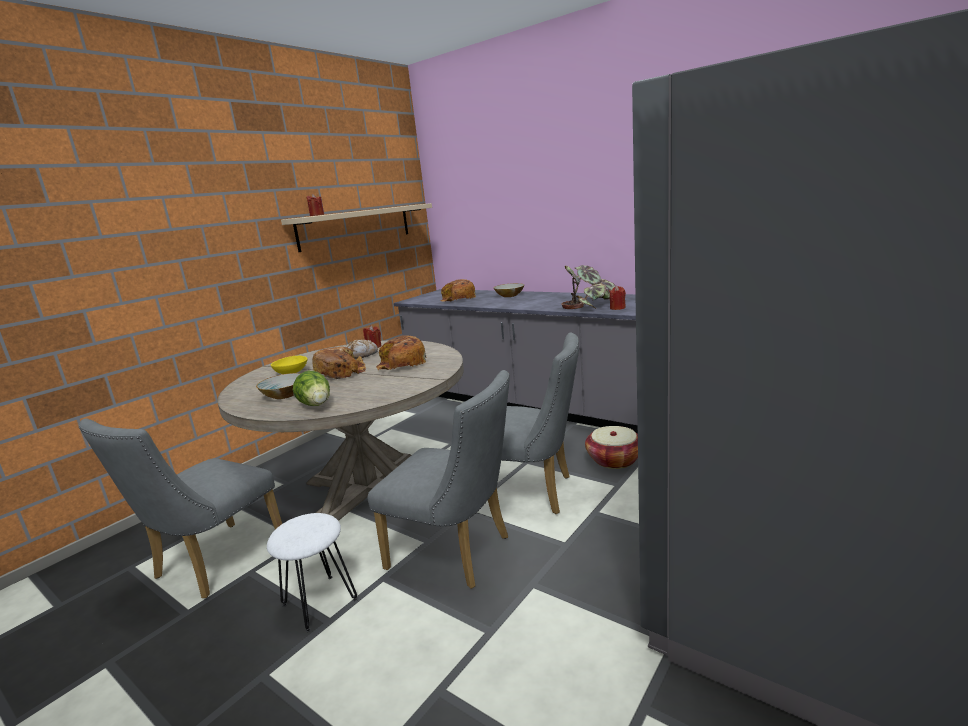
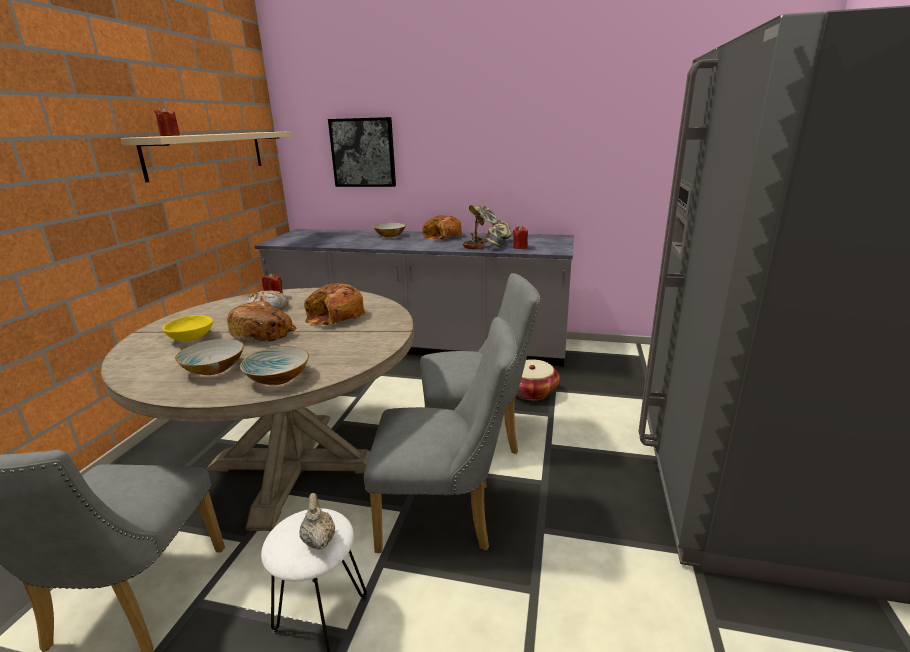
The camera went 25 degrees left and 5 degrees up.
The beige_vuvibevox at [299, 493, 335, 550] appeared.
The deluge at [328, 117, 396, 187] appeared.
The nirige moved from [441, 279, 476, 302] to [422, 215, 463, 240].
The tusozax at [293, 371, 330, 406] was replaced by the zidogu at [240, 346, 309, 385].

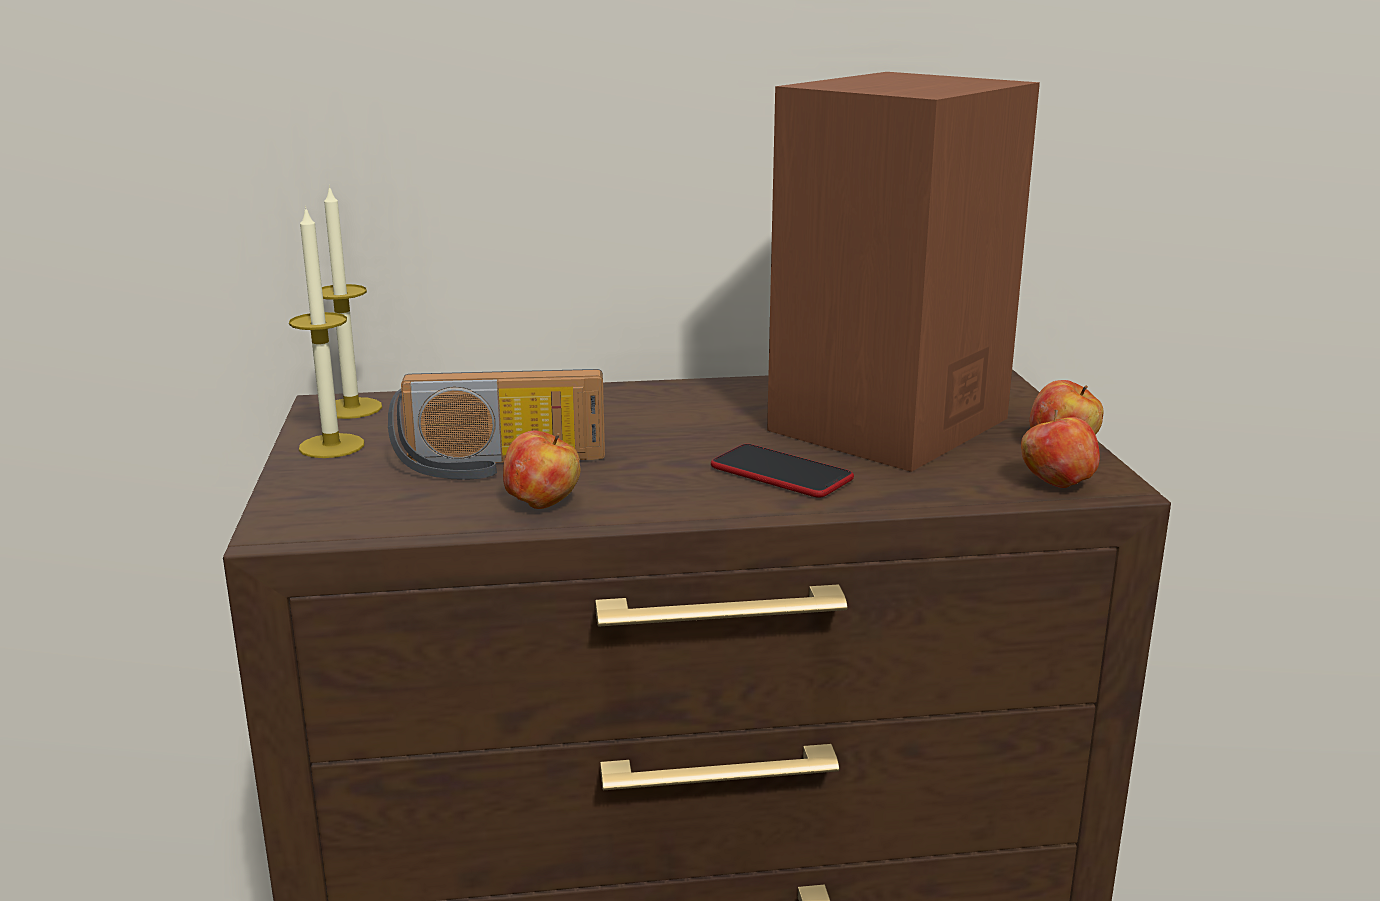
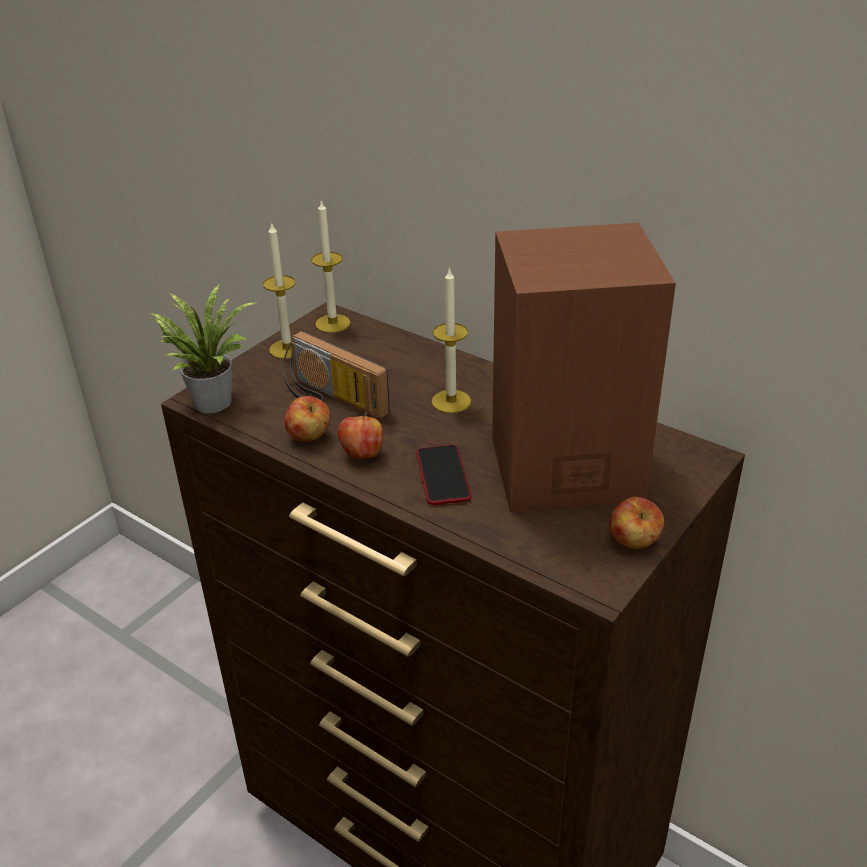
The camera went 45 degrees right and 15 degrees up.
The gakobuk at [149, 284, 257, 413] appeared.
The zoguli at [431, 267, 471, 413] appeared.
The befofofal moved from [1021, 410, 1100, 488] to [338, 412, 383, 459].

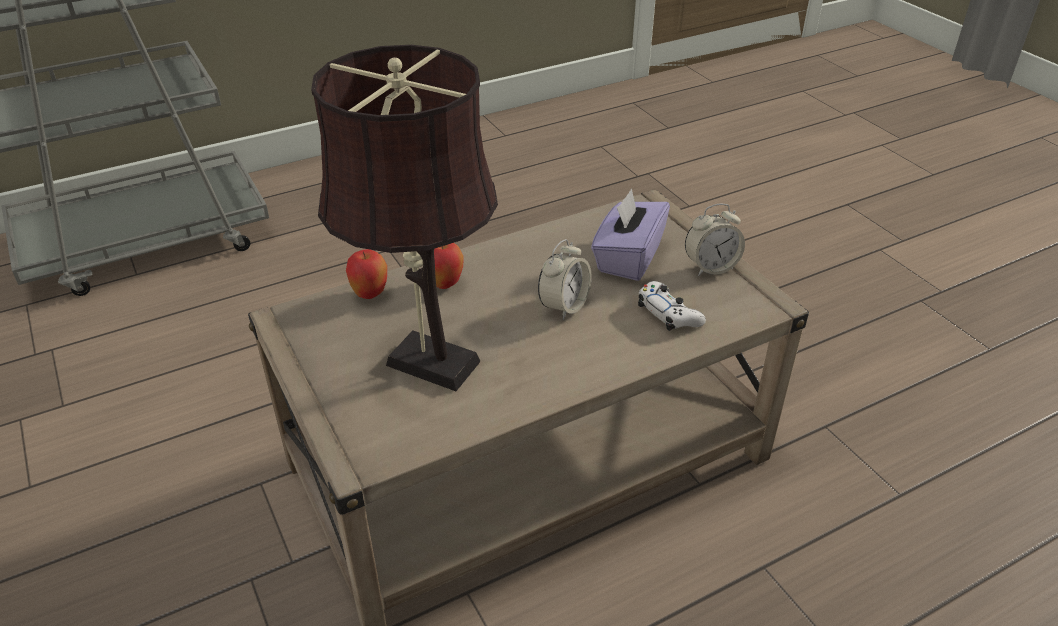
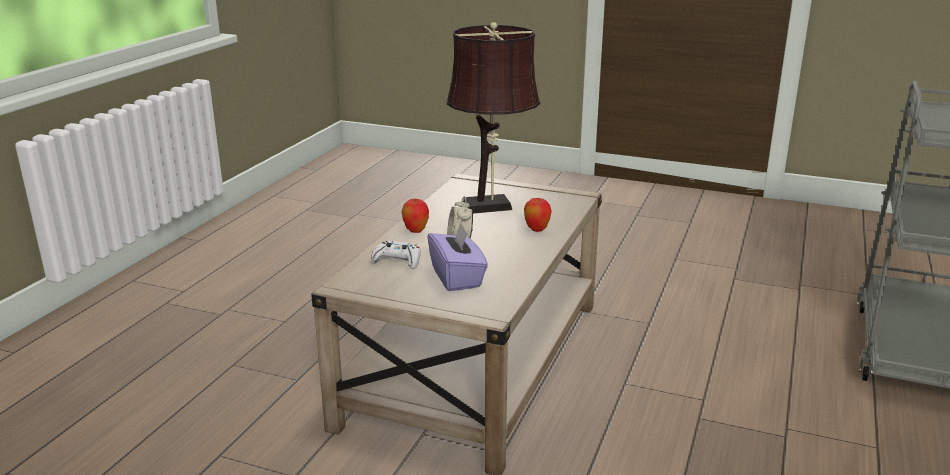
The camera went 140 degrees right and 15 degrees down.
The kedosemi at [685, 204, 745, 276] disappeared.
The befofofal moved from [346, 249, 387, 299] to [401, 199, 429, 233].

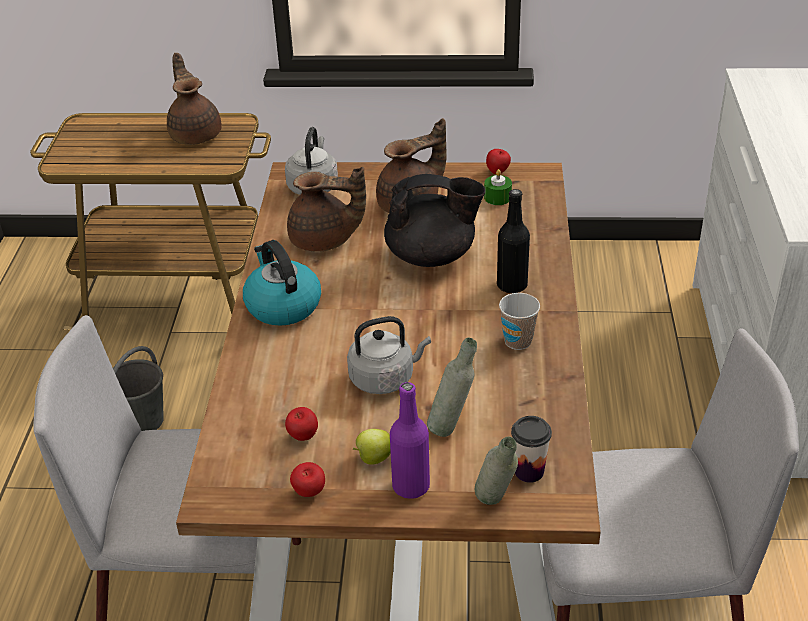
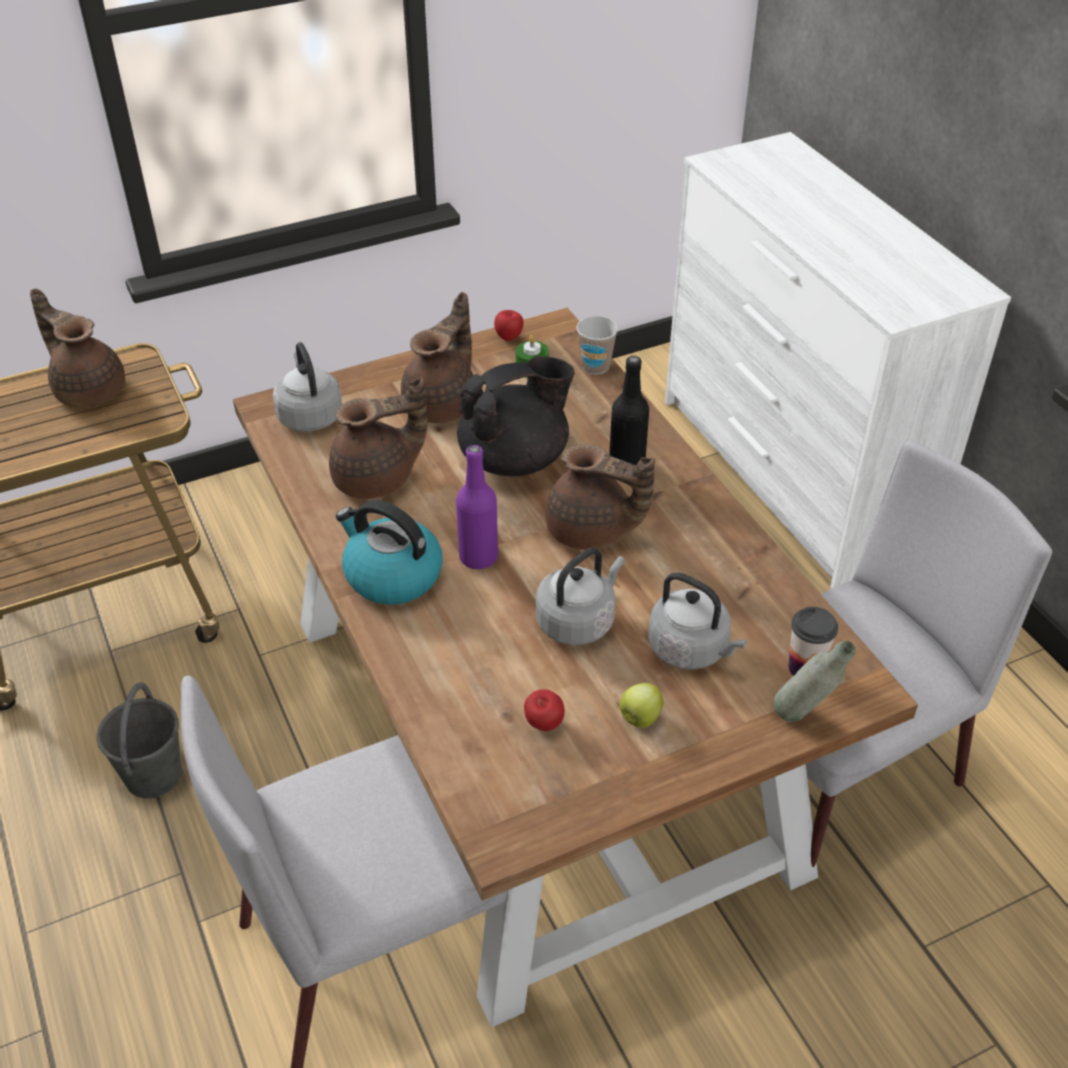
The camera went 30 degrees left and 5 degrees up.
The befofofal at [290, 462, 325, 497] disappeared.
The brown_vuvibevox at [546, 443, 655, 550] appeared.
The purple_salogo moved from [390, 382, 430, 499] to [456, 445, 498, 569].
The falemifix moved from [499, 293, 540, 350] to [577, 316, 618, 375].
The grey_salogo at [427, 338, 477, 437] was replaced by the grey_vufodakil at [648, 572, 747, 670].

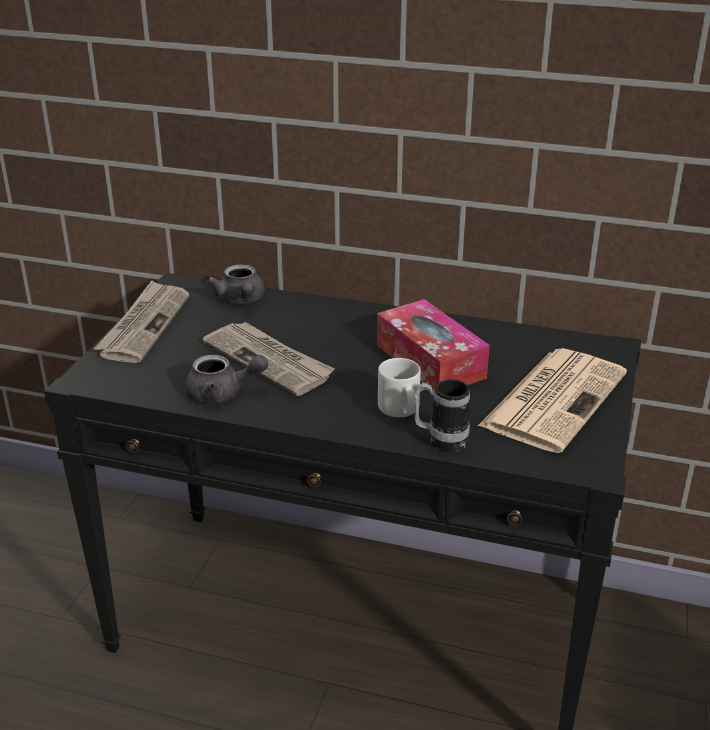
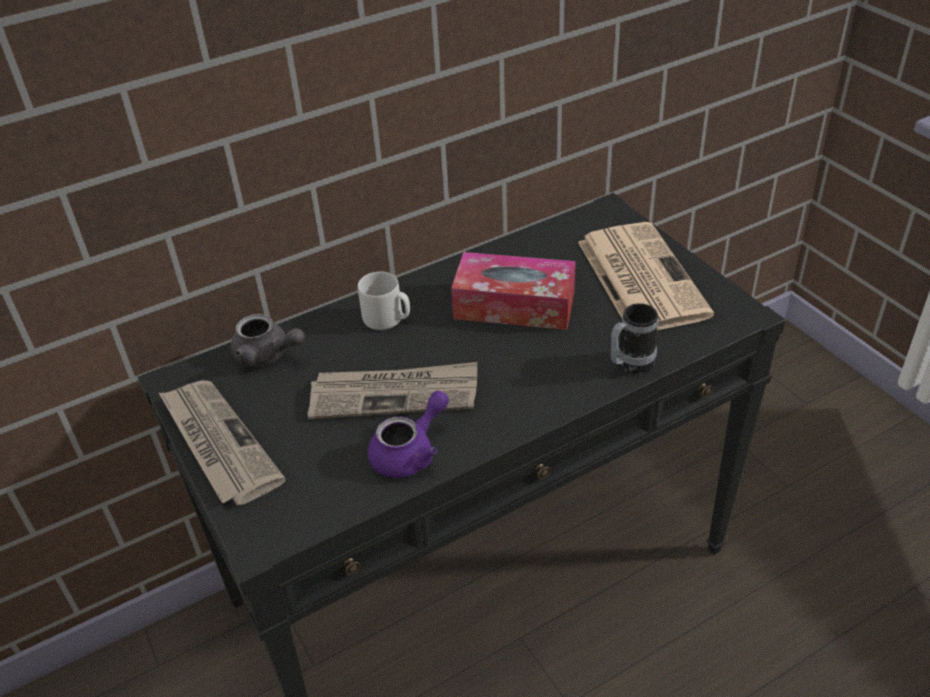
The camera went 45 degrees left and 10 degrees up.
The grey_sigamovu moved from [378, 358, 421, 417] to [358, 272, 410, 330].
The grey_vuvibevox at [185, 355, 268, 403] became the purple_vuvibevox at [368, 391, 449, 478].

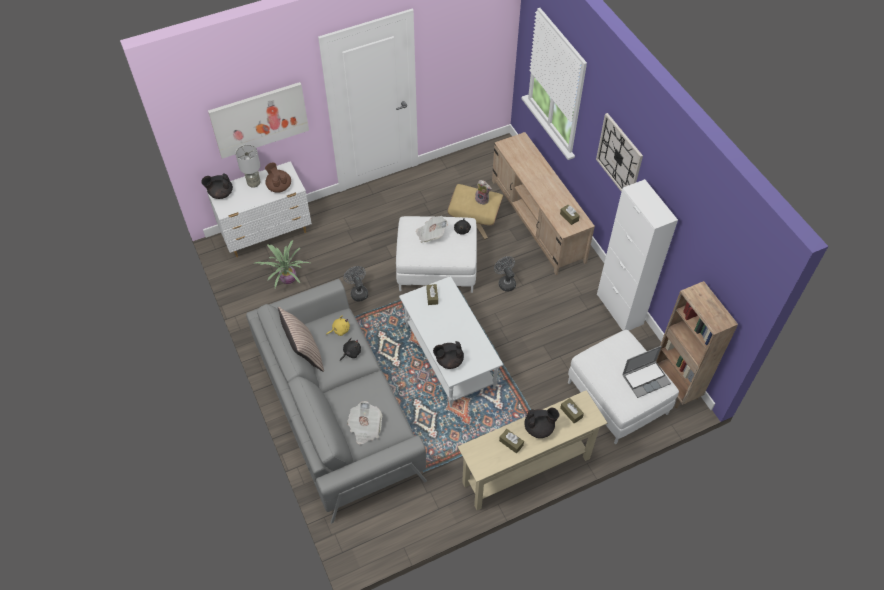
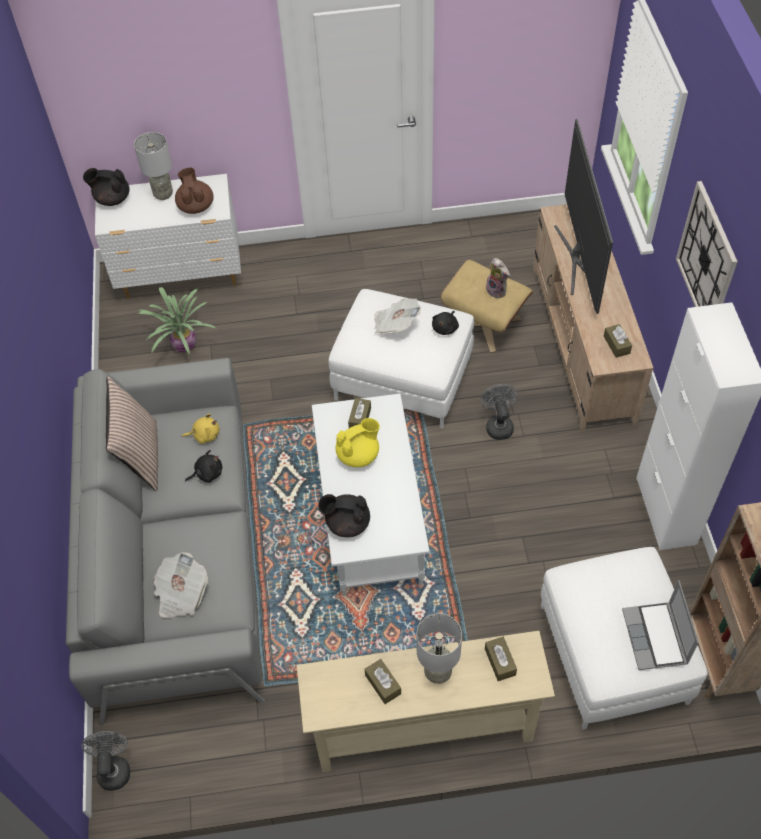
The camera went 20 degrees right and 0 degrees up.
The deluge at [208, 82, 309, 159] disappeared.
The yellow_vuvibevox at [335, 418, 380, 467] appeared.
The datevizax at [554, 119, 613, 314] appeared.
The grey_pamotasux moved from [344, 266, 368, 302] to [82, 731, 130, 791].
The black_vuvibevox at [524, 408, 559, 438] was replaced by the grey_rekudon at [416, 613, 462, 684].
The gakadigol at [622, 346, 671, 398] turned 90 degrees clockwise.

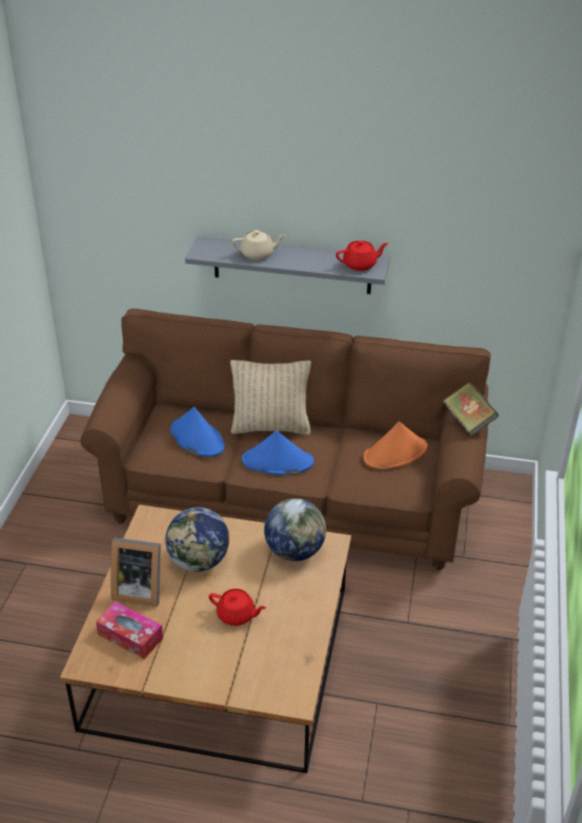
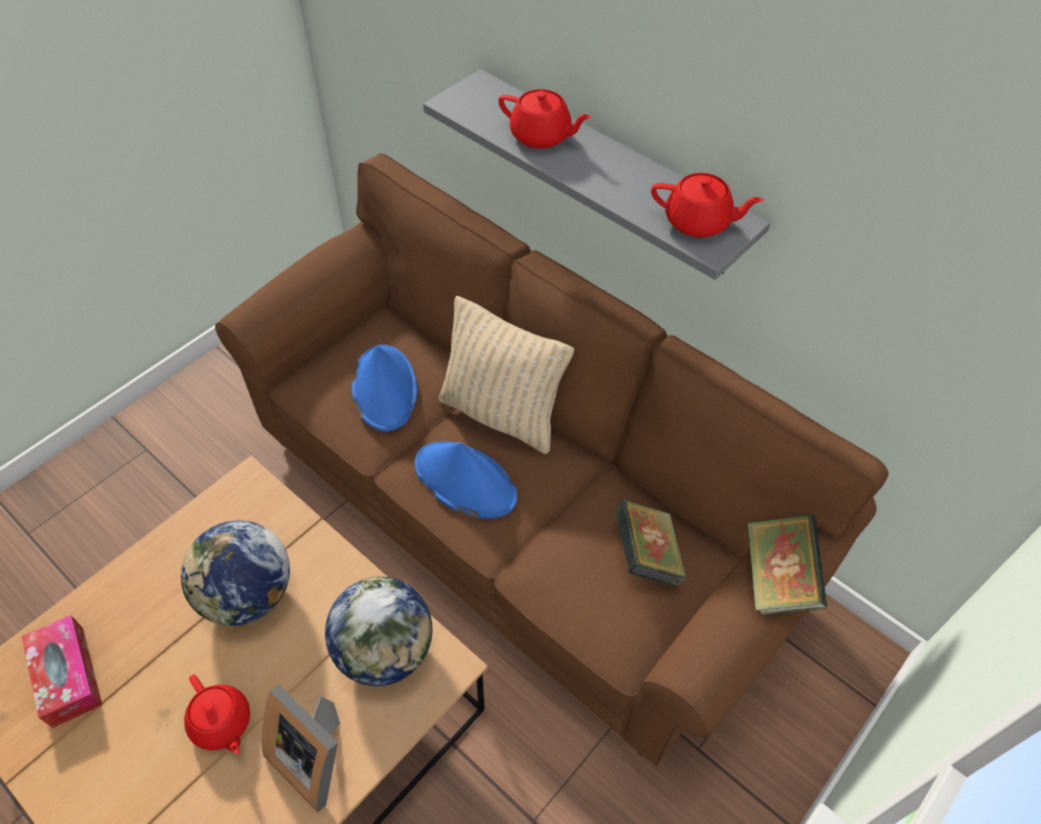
The camera went 30 degrees right and 15 degrees up.
The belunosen moved from [111, 537, 161, 607] to [262, 685, 340, 813].
The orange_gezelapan at [363, 422, 427, 469] was replaced by the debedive at [615, 500, 686, 587].
The beige_vuvibevox at [232, 230, 286, 260] became the red_vuvibevox at [498, 89, 591, 149].

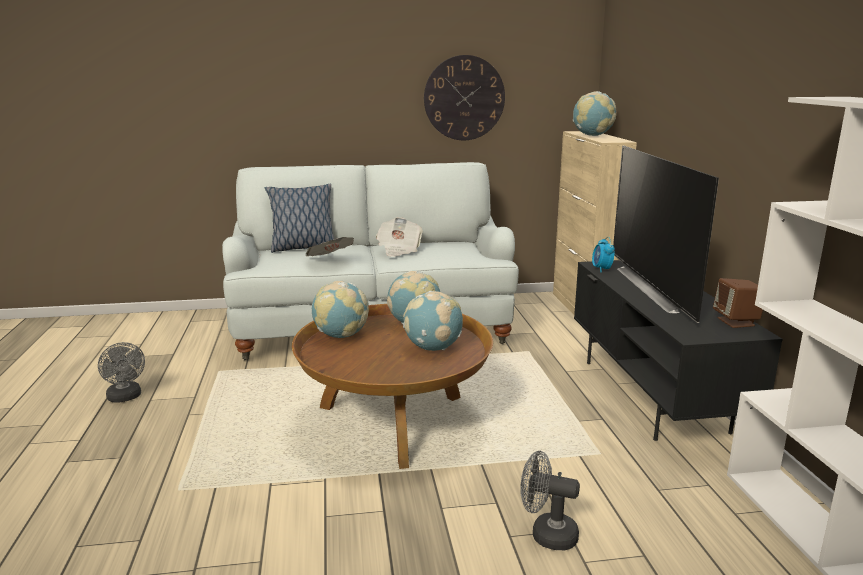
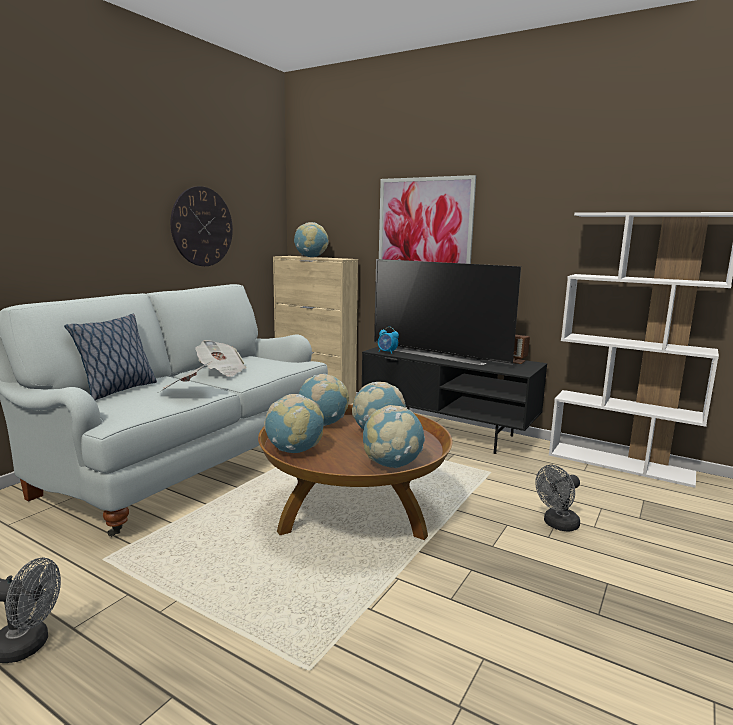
The camera went 50 degrees left and 5 degrees down.
The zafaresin at [363, 405, 425, 468] appeared.
The deluge at [379, 175, 476, 264] appeared.

